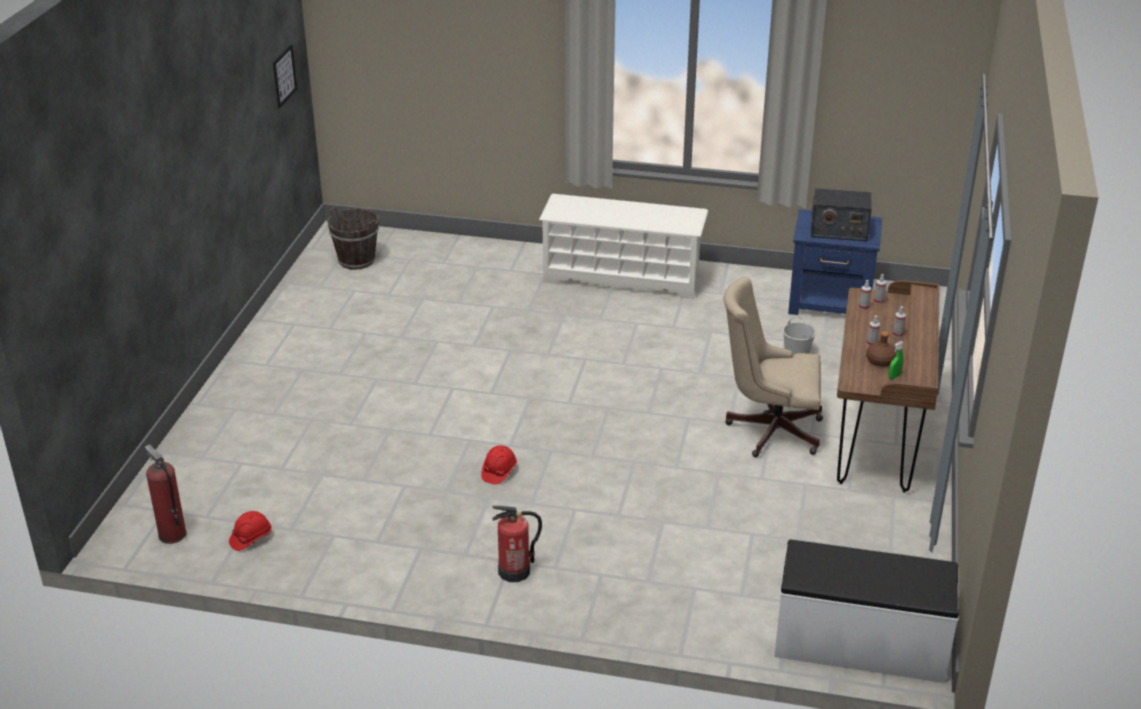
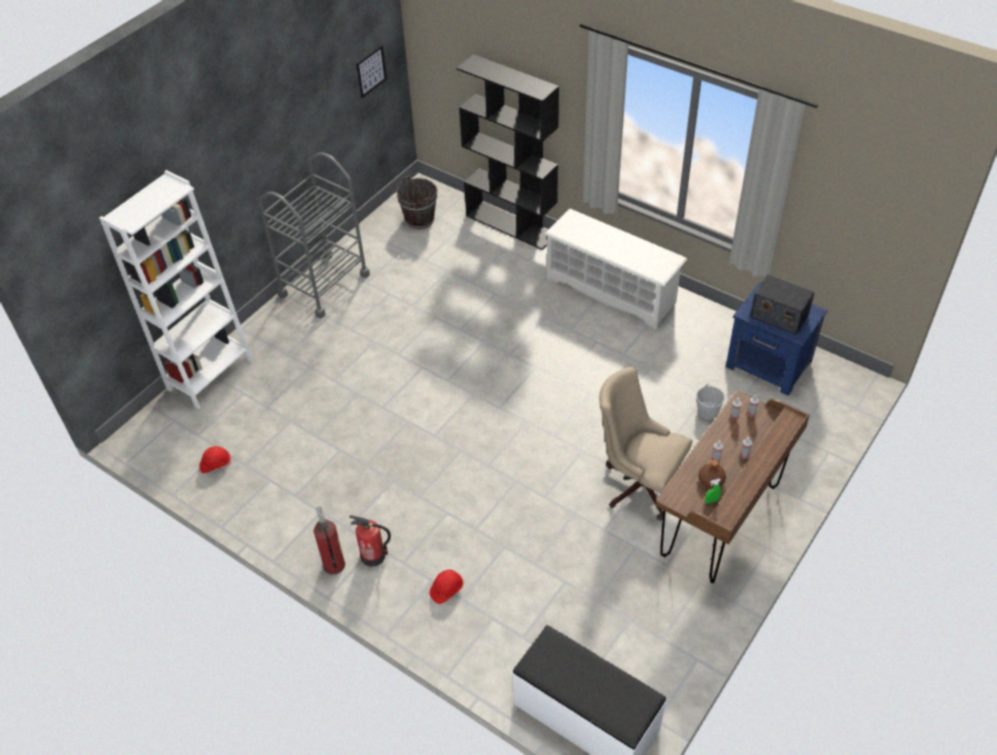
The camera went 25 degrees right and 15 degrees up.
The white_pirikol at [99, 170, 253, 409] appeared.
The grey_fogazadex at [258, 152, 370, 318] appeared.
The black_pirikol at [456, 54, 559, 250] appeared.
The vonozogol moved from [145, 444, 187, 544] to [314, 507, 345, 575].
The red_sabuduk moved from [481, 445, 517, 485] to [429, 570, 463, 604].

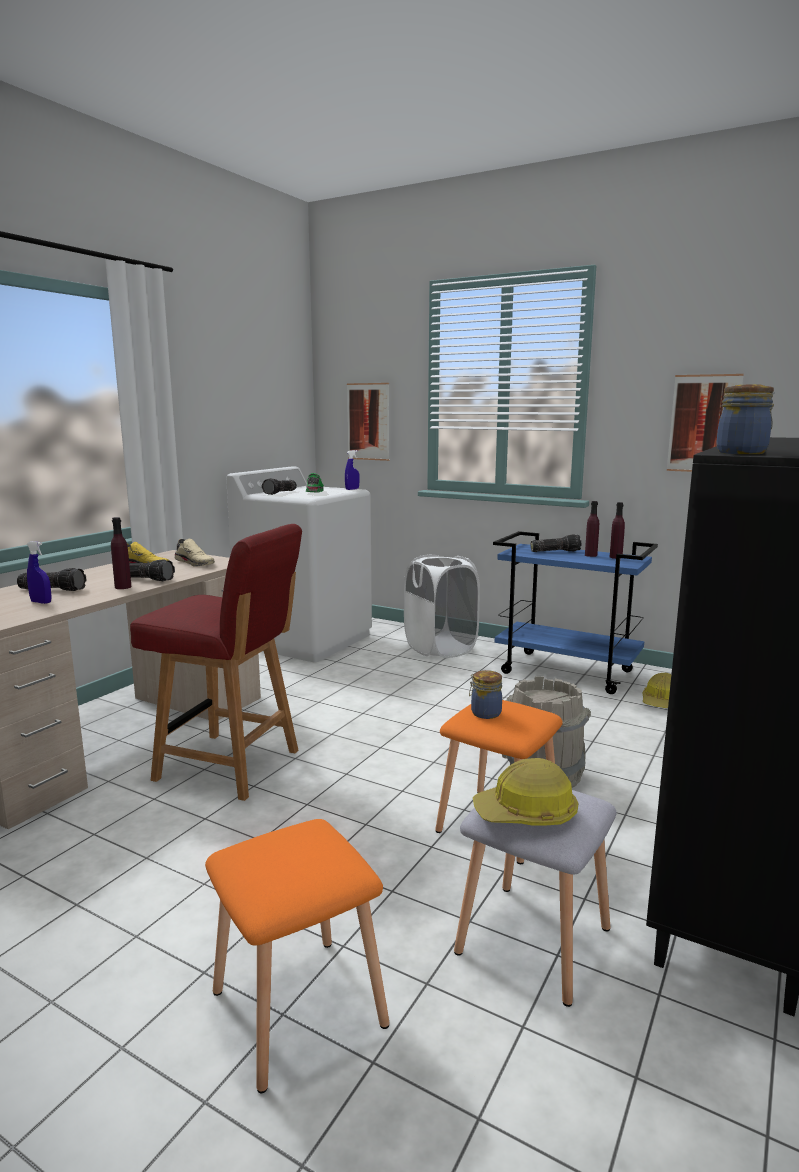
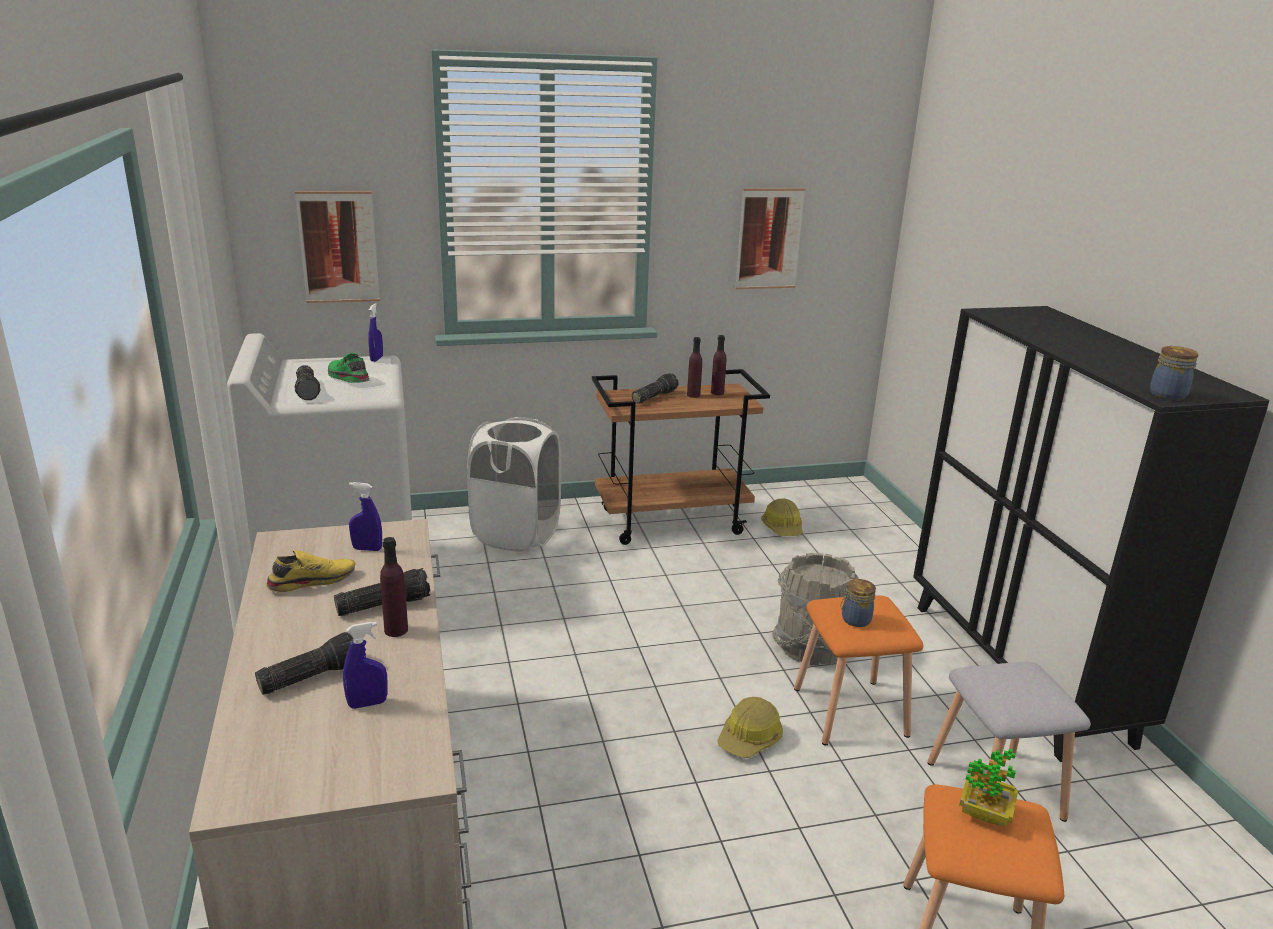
The camera went 45 degrees left and 10 degrees up.
The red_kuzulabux at [130, 524, 302, 801] disappeared.
The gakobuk at [959, 749, 1018, 827] appeared.
The sabuduk moved from [473, 758, 578, 826] to [717, 697, 783, 758].
The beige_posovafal at [175, 539, 215, 567] was replaced by the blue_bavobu at [349, 482, 382, 551].
The blue_fogazadex at [493, 531, 658, 694] became the brown_fogazadex at [592, 369, 770, 545].

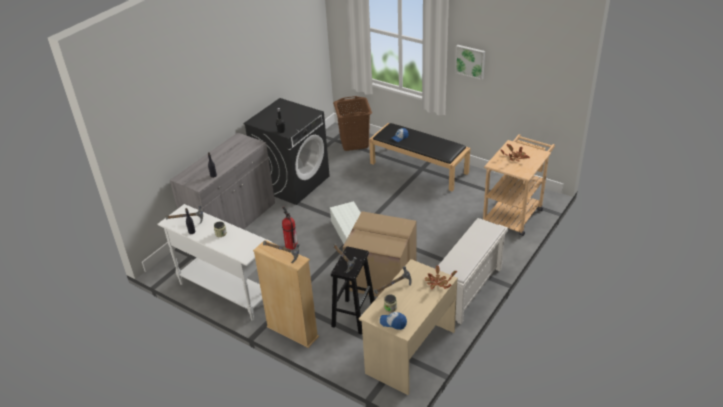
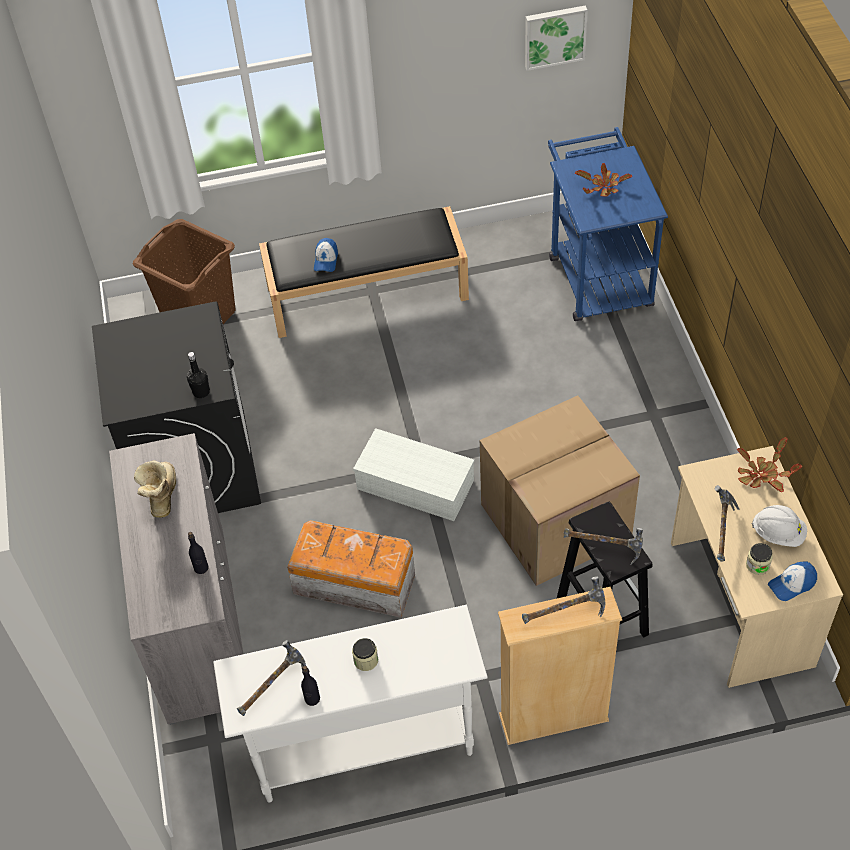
The camera went 45 degrees left and 15 degrees up.
The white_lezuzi at [438, 218, 508, 324] disappeared.
The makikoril at [134, 461, 176, 518] appeared.
The white_sabuduk at [752, 505, 807, 547] appeared.
The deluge moved from [455, 45, 485, 80] to [525, 6, 588, 71].
The vonozogol at [282, 207, 298, 250] was replaced by the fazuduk at [287, 520, 415, 618].
The beige_fogazadex at [483, 134, 555, 236] became the blue_fogazadex at [548, 127, 668, 321].

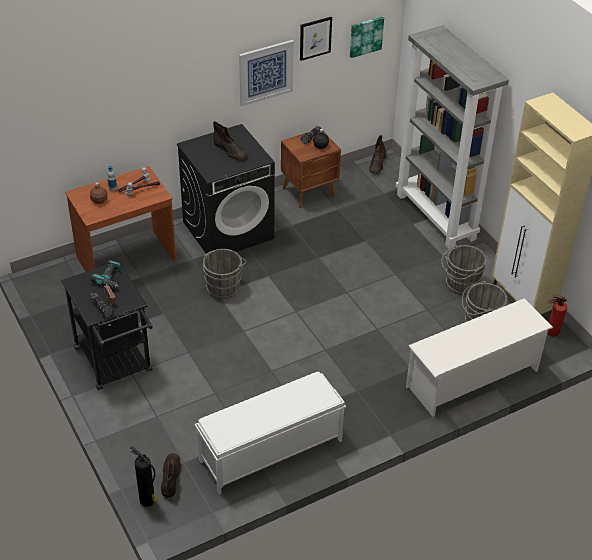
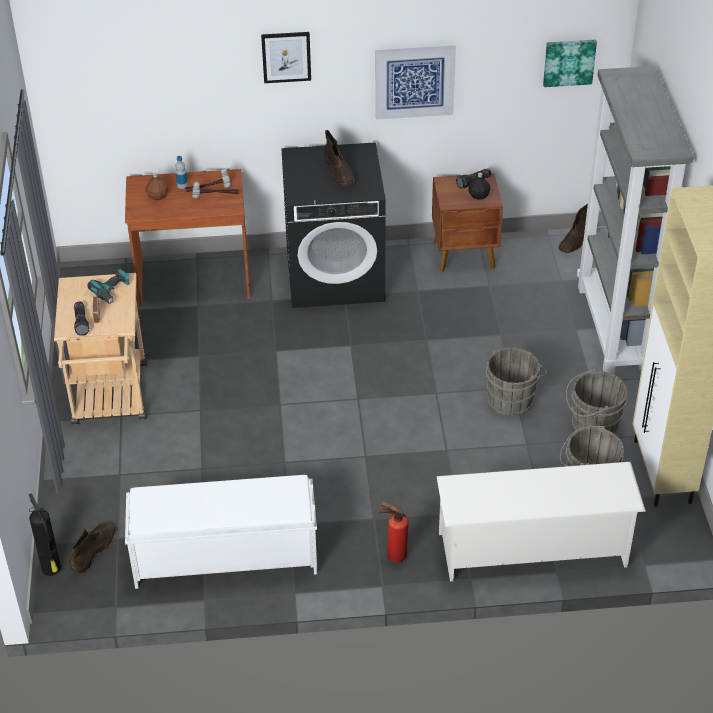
The camera went 25 degrees right and 0 degrees up.
The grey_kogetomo moved from [202, 249, 247, 299] to [486, 347, 547, 416].
The deluge moved from [300, 17, 332, 61] to [261, 32, 311, 83].
The vonozogol moved from [547, 295, 567, 337] to [379, 501, 409, 563].
The black_fogazadex at [61, 261, 153, 390] became the beige_fogazadex at [54, 273, 147, 424].

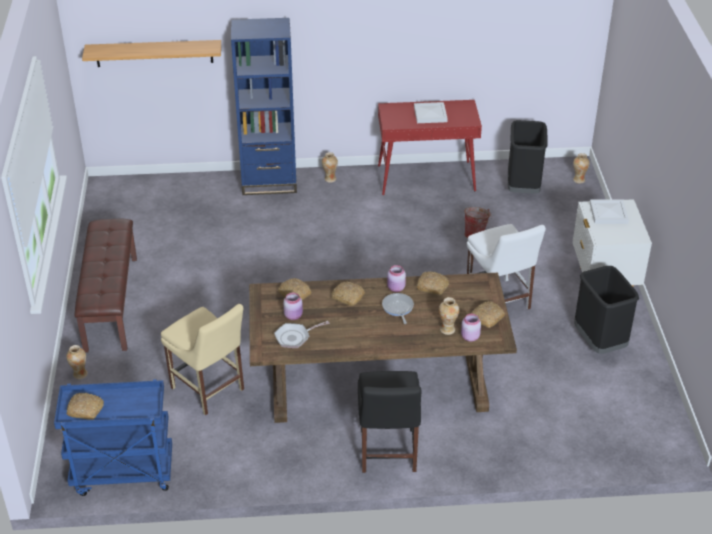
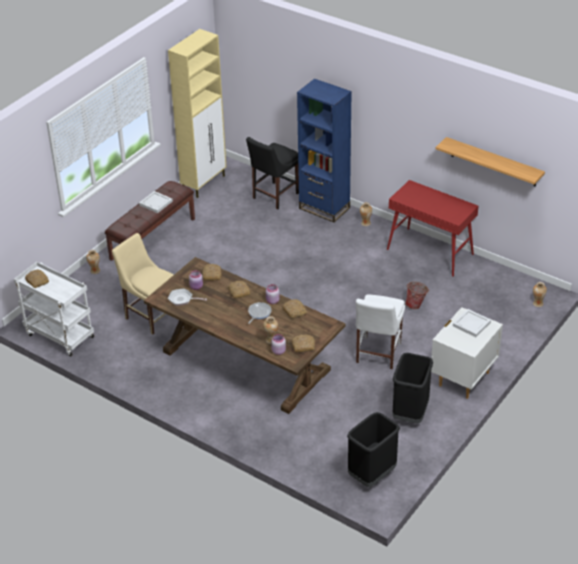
The camera went 40 degrees right and 0 degrees up.
The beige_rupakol at [168, 29, 226, 198] appeared.
The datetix moved from [82, 40, 221, 67] to [436, 137, 545, 186].
The black_kuzulabux moved from [358, 371, 422, 473] to [246, 137, 299, 210].
The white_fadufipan moved from [414, 102, 448, 123] to [139, 191, 173, 213].
The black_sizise moved from [508, 120, 548, 194] to [347, 412, 400, 487].
The blue_fogazadex at [54, 379, 172, 496] became the white_fogazadex at [14, 262, 94, 356].
The beige_kuzulabux at [161, 304, 244, 415] turned 135 degrees clockwise.

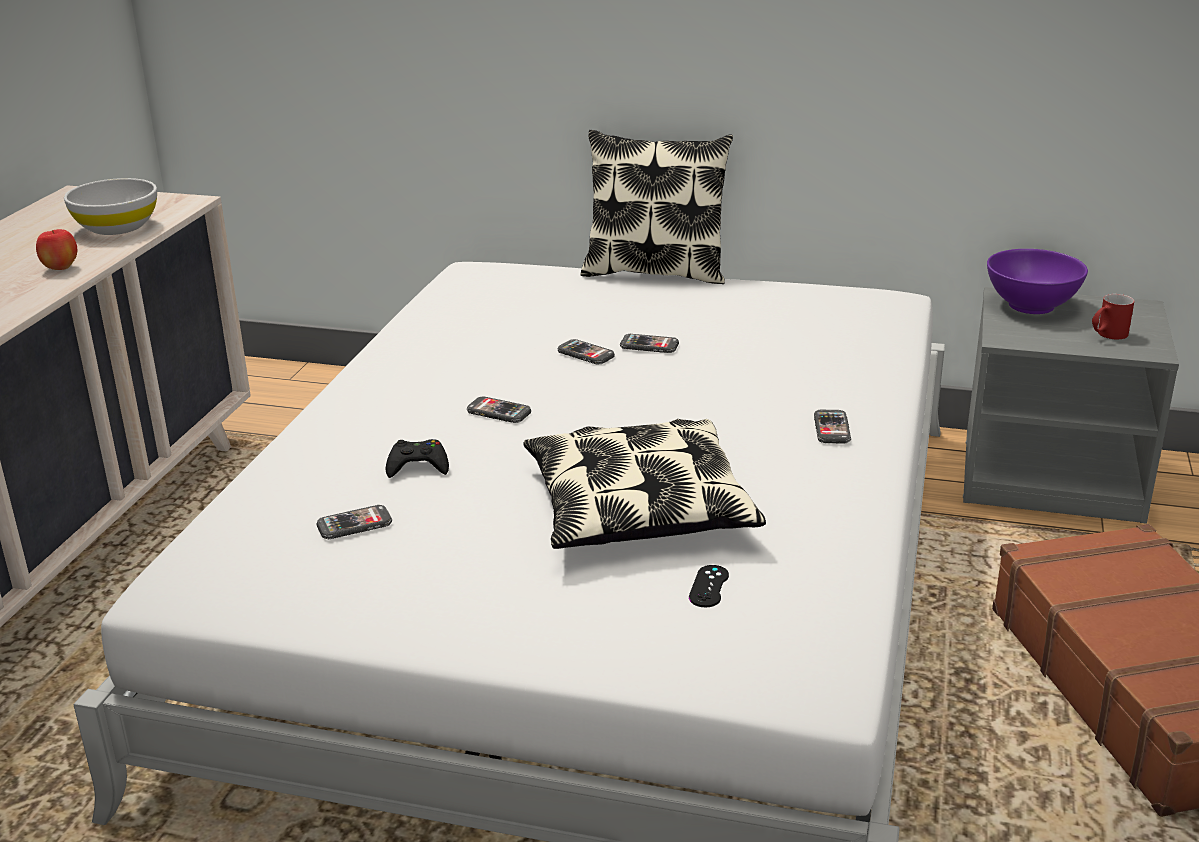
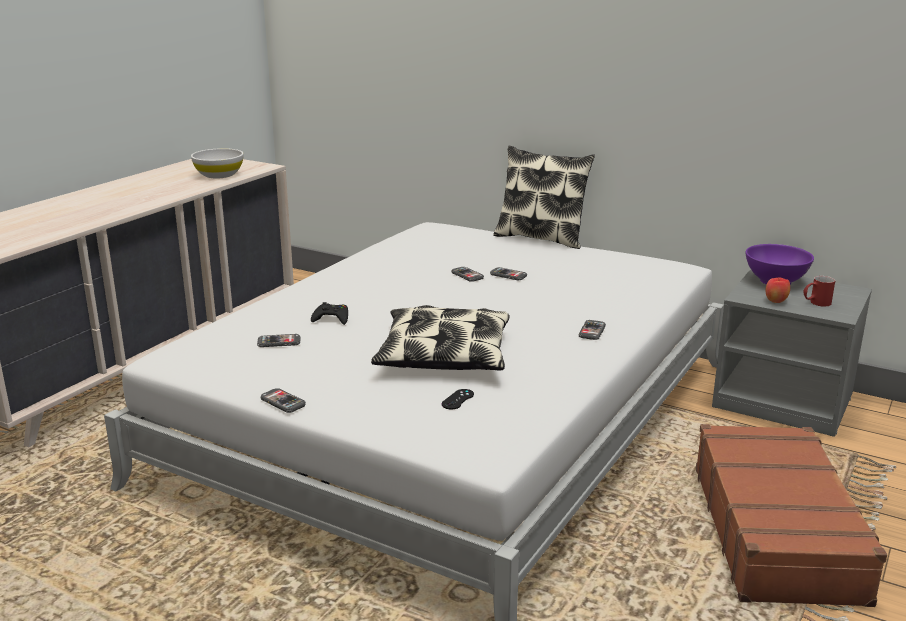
The camera went 15 degrees right and 5 degrees down.
The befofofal moved from [36, 229, 77, 270] to [766, 277, 790, 303].
The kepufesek moved from [467, 396, 531, 423] to [260, 388, 306, 413].

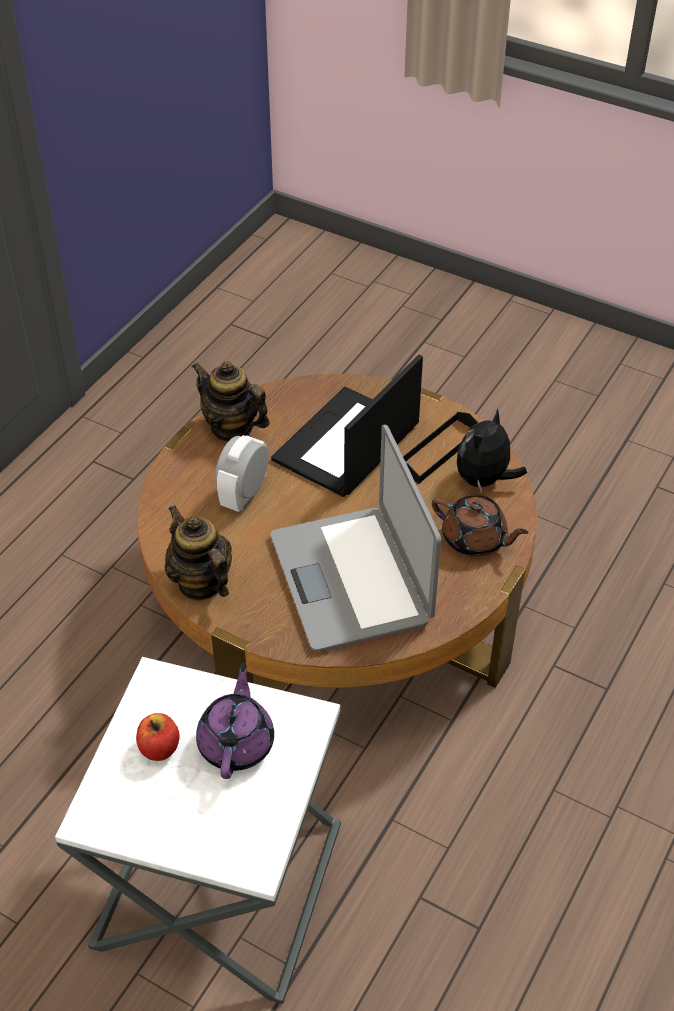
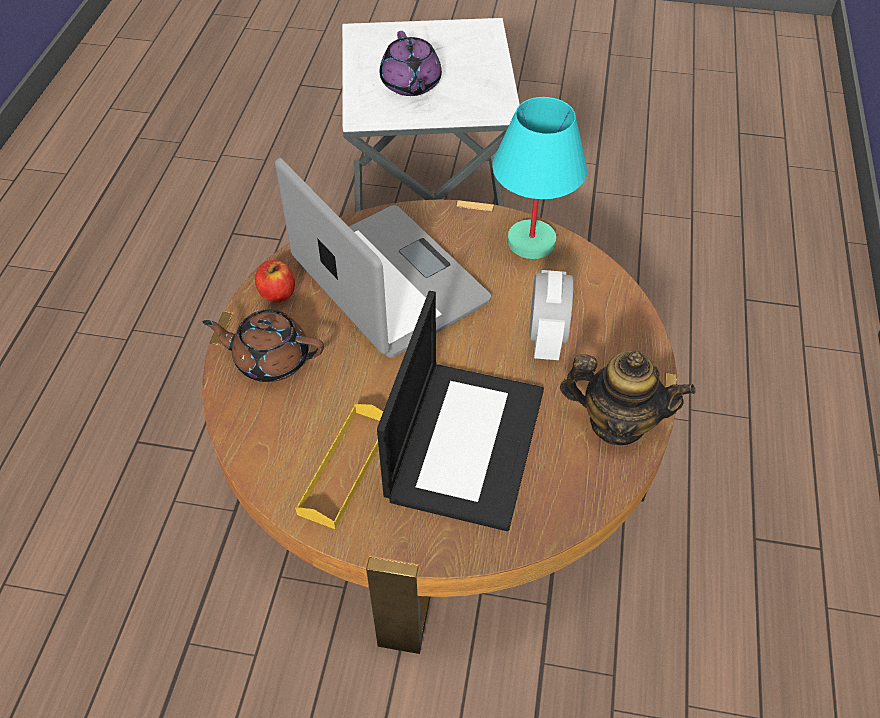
The camera went 160 degrees right and 5 degrees up.
The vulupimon at [457, 408, 527, 493] disappeared.
The befofofal moved from [136, 713, 179, 761] to [255, 260, 295, 303].
The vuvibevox at [165, 505, 232, 600] was replaced by the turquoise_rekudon at [492, 97, 587, 259].
The black_fadufipan at [403, 412, 478, 484] became the yellow_fadufipan at [295, 404, 383, 529].

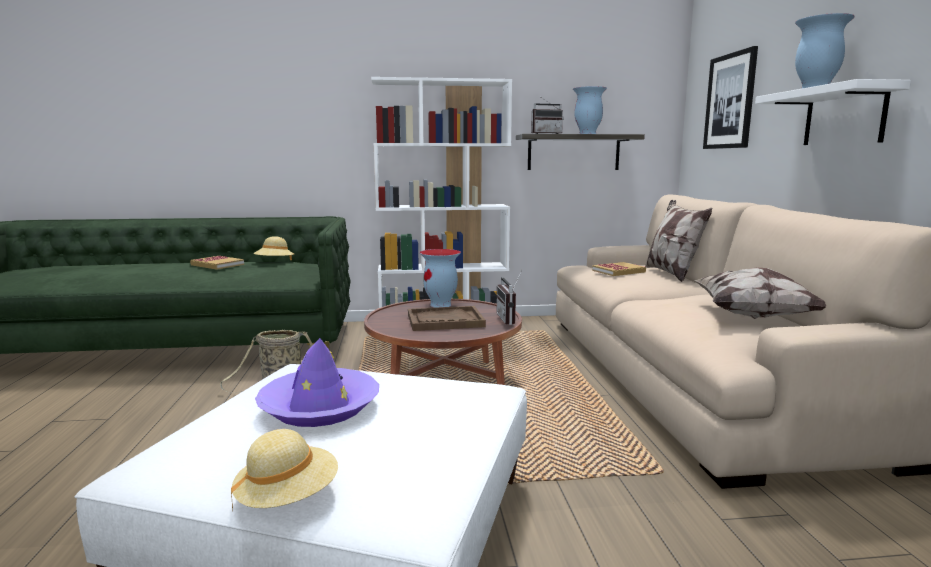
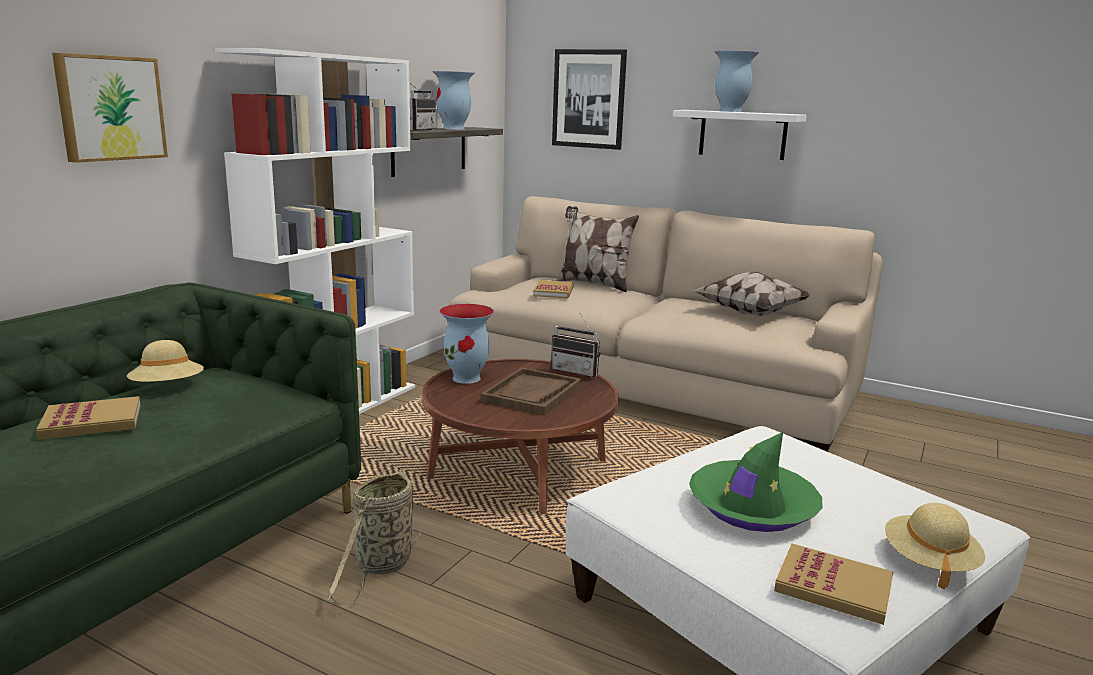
The camera went 55 degrees left and 5 degrees up.
The deluge at [52, 53, 168, 163] appeared.
The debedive at [774, 544, 894, 625] appeared.
The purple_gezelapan at [255, 338, 379, 427] became the green_gezelapan at [689, 432, 822, 532].

